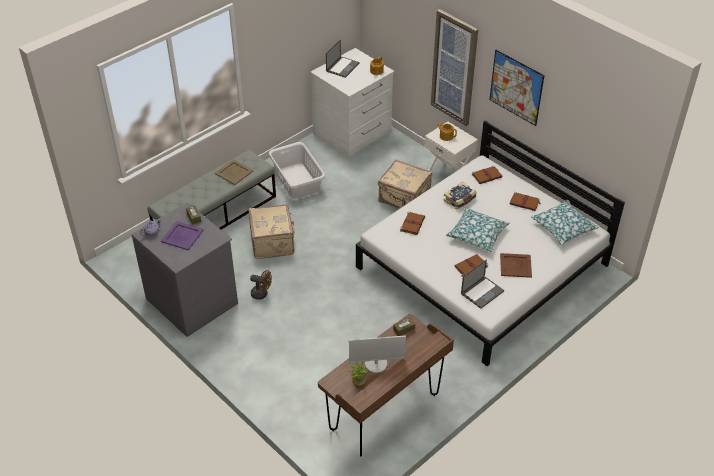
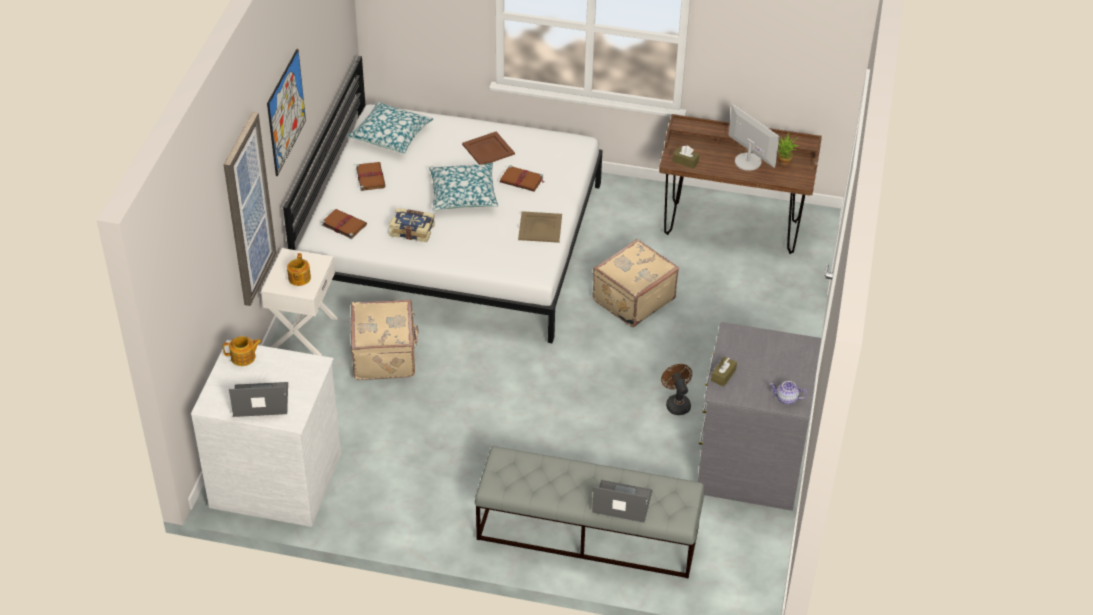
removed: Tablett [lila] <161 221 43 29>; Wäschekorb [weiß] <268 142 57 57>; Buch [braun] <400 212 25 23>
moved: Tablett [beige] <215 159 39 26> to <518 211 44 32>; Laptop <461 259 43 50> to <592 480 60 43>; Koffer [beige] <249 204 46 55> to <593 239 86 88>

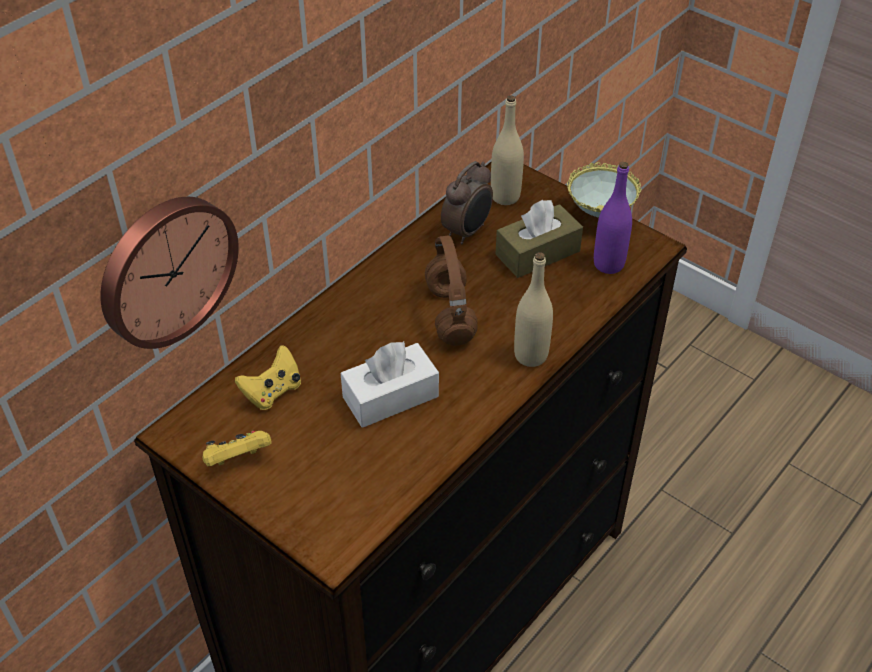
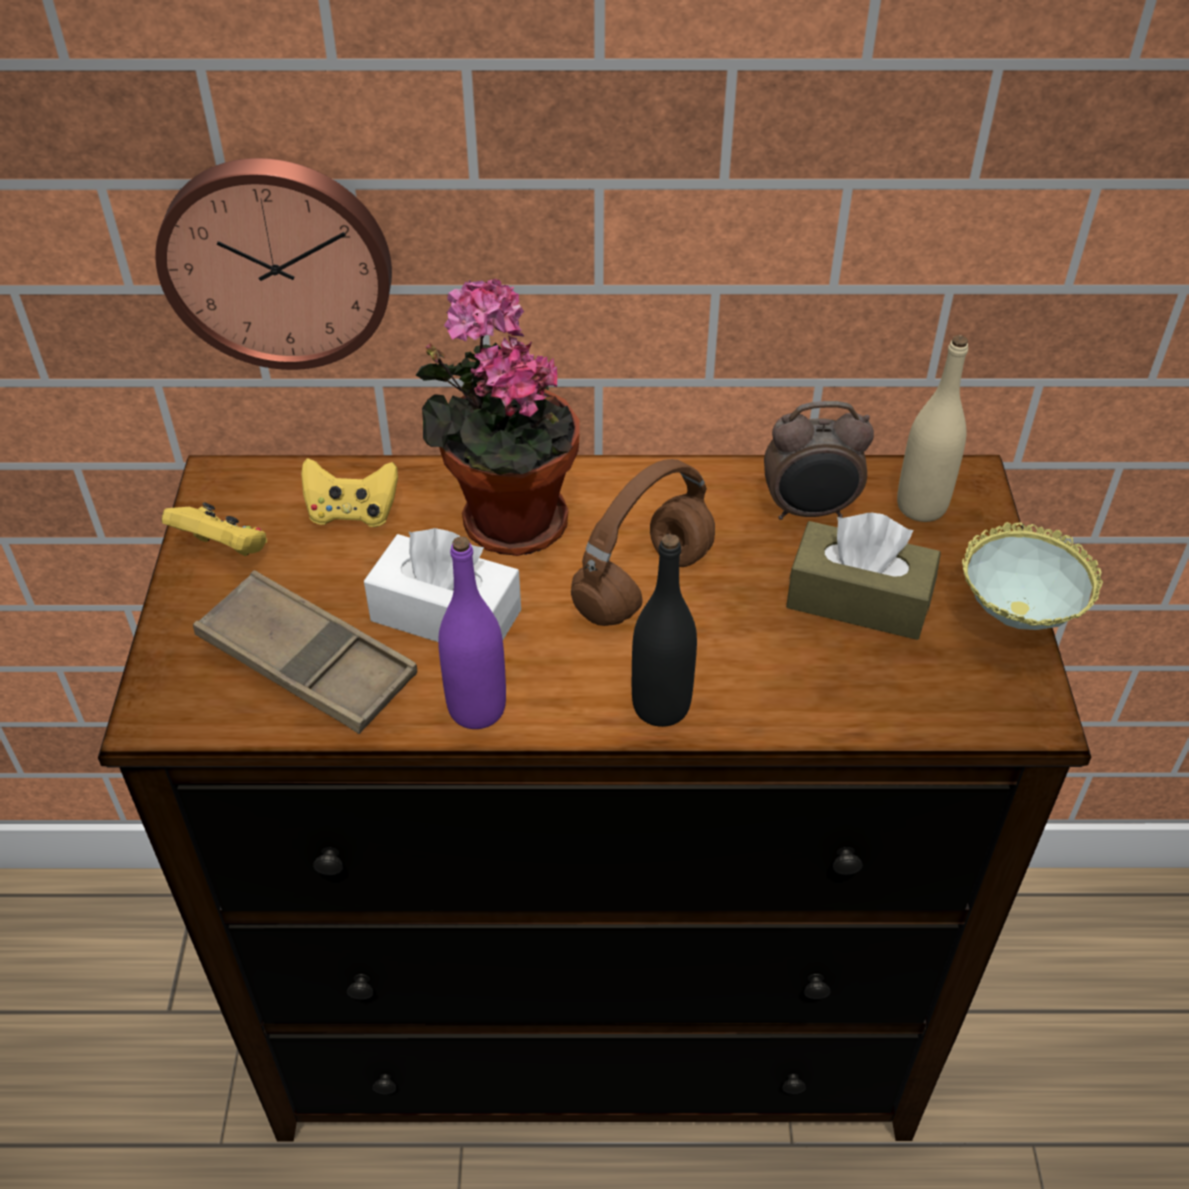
added: Tablett [braun] <193 570 224 164>; Topfpflanze <416 279 164 277>
moved: Flasche [lila] <594 162 38 112> to <438 537 68 192>
recoloured: Flasche [beige] <514 252 39 115> to Flasche [schwarz] <632 534 65 193>

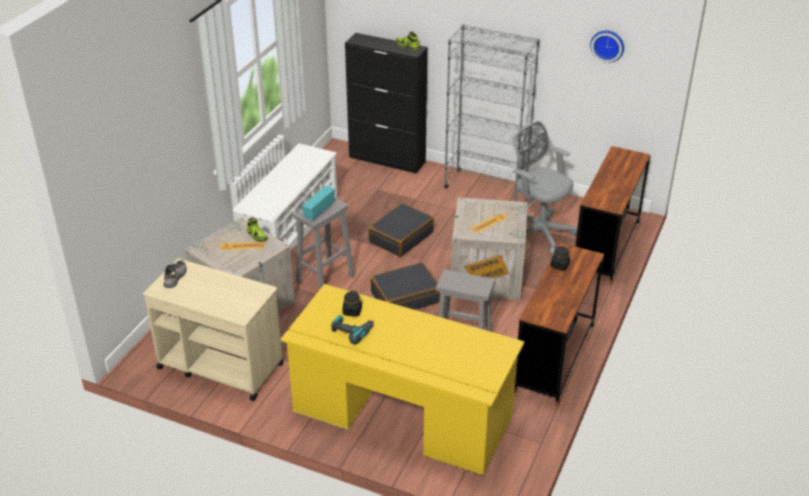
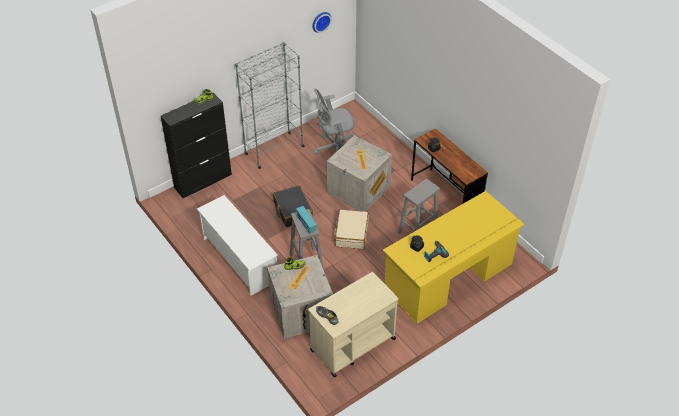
removed: Schreibtisch [braun] <575 146 76 138>
recoloured: Koffer [schwarz] <371 262 69 48> to Koffer [beige] <334 209 35 40>

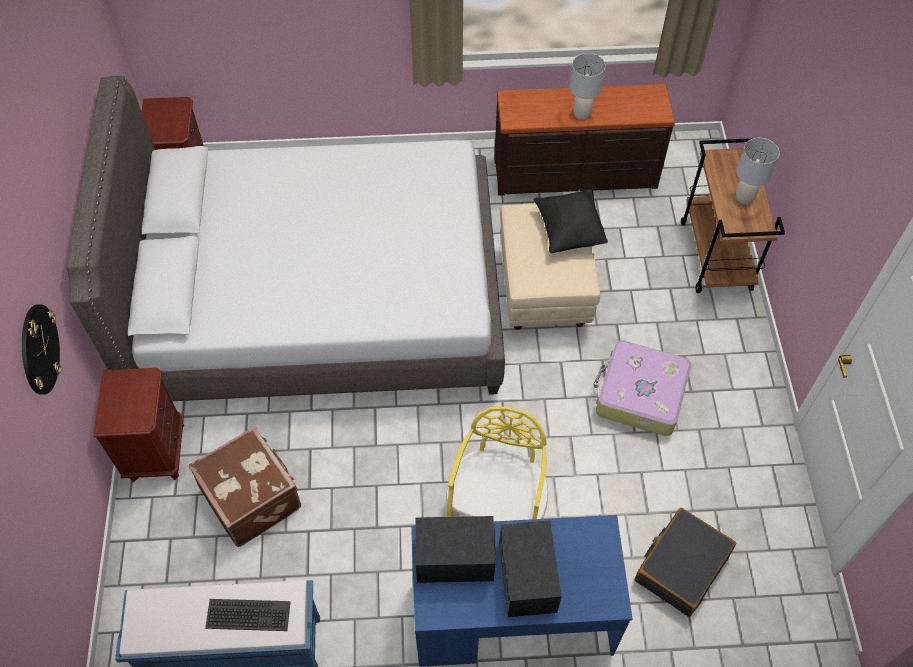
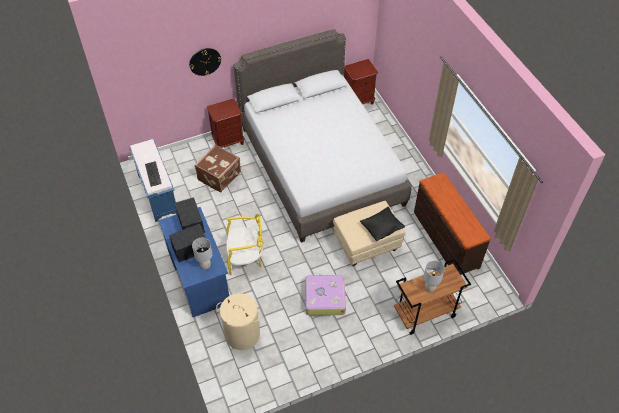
moved: Tischlampe [grau] <569 53 37 67> to <192 238 20 32>
replaced: Koffer [schwarz] <635 508 101 109> to Wäschekorb [beige] <216 293 45 57>

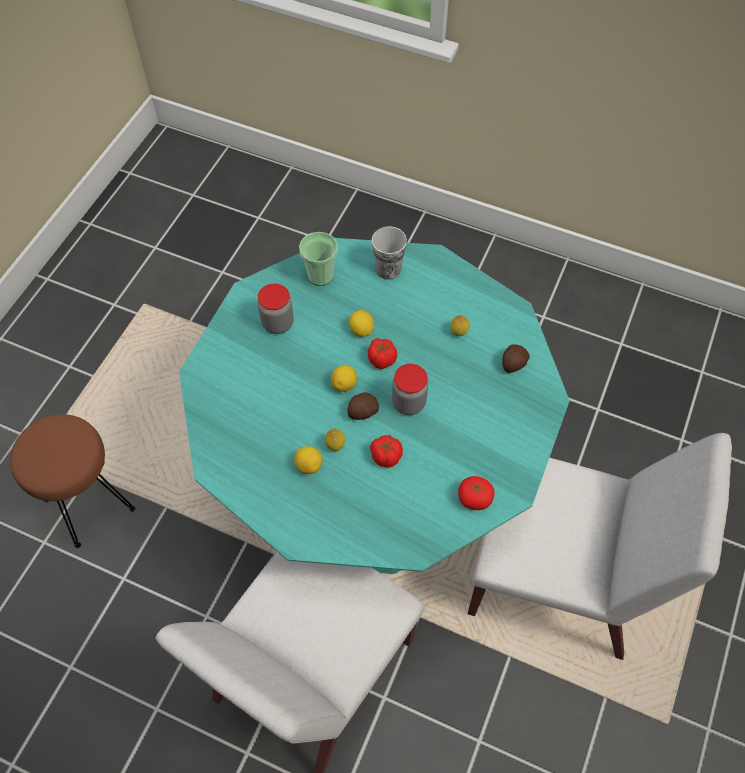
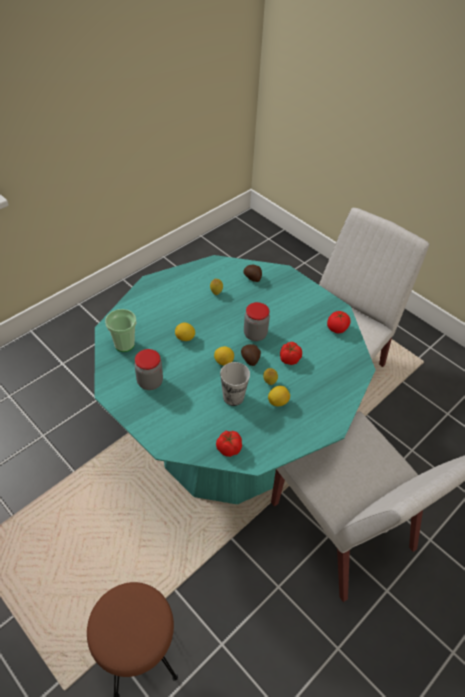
moved: Tomate <368 338 29 31> to <216 431 26 26>; Tasse <372 226 35 54> to <220 362 30 44>

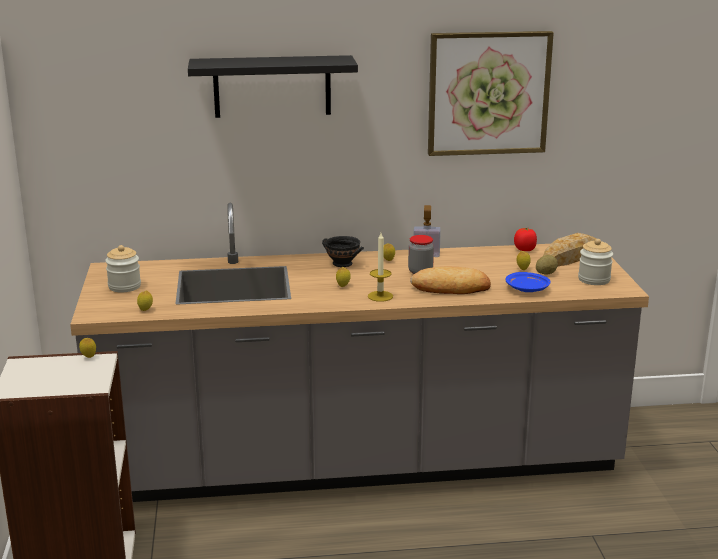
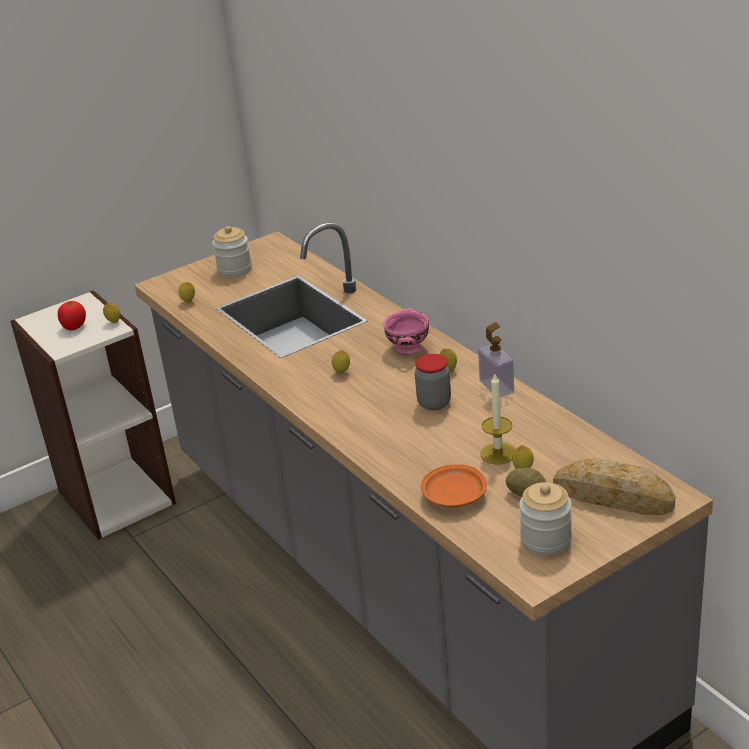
removed: Wandregal [schwarz] <188 55 170 63>; Brot <410 267 81 27>; Bild <428 31 126 125>
moved: Tomate <514 227 23 24> to <58 301 28 30>; Kerze <368 233 25 69> to <480 375 35 90>
recoloured: Schüssel [schwarz] <322 236 42 31> to Schüssel [rosa] <383 308 46 47>; Teller [blau] <506 272 45 20> to Teller [orange] <421 464 66 43>

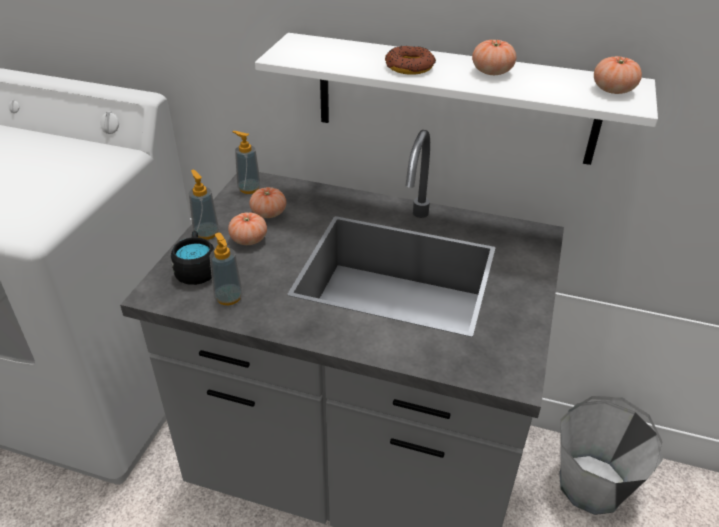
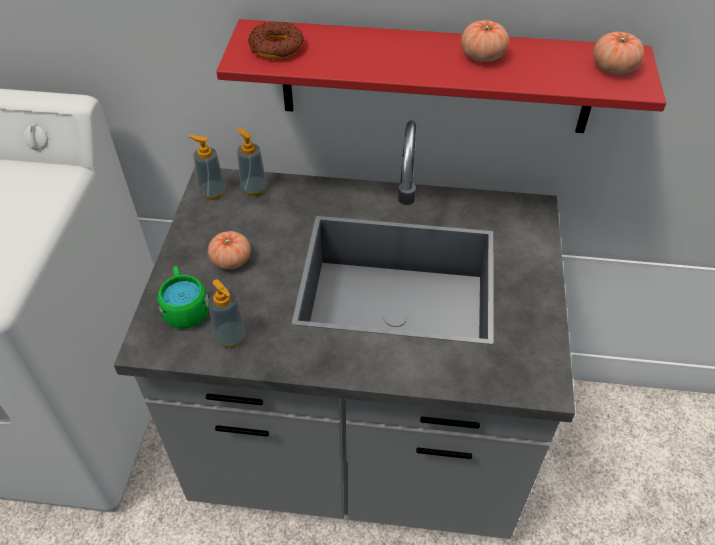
removed: Tomate <249 187 37 31>; Eimer [grau] <559 396 104 119>
moved: Seifenspender <189 170 30 70> to <237 127 30 69>; Donut <385 46 51 29> to <248 22 56 37>
recoloured: Henkelbecher [schwarz] <171 231 43 54> to Henkelbecher [grün] <158 266 51 63>; Wandregal [weiß] <255 33 403 132> to Wandregal [rot] <216 19 450 114>

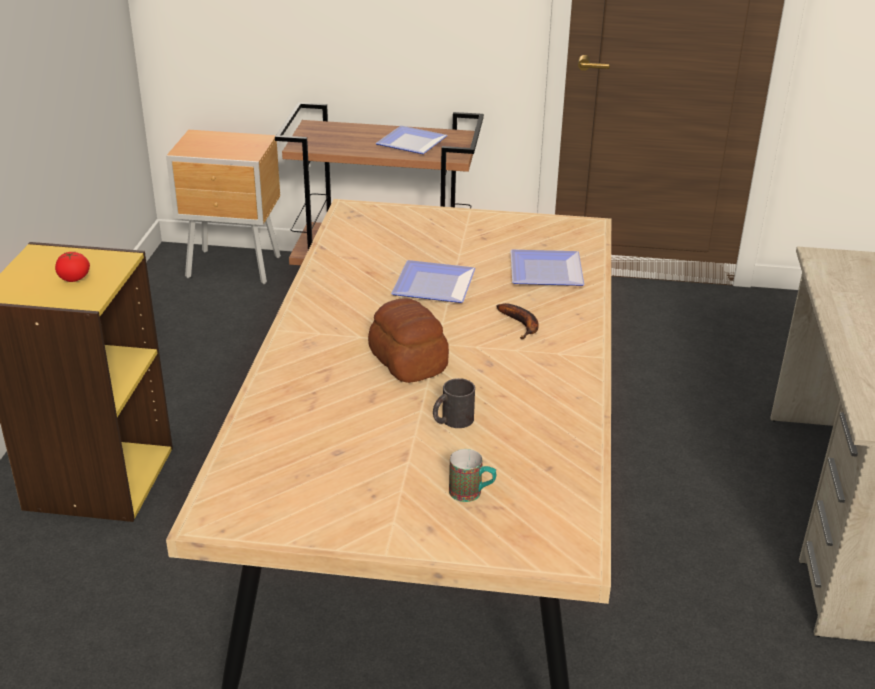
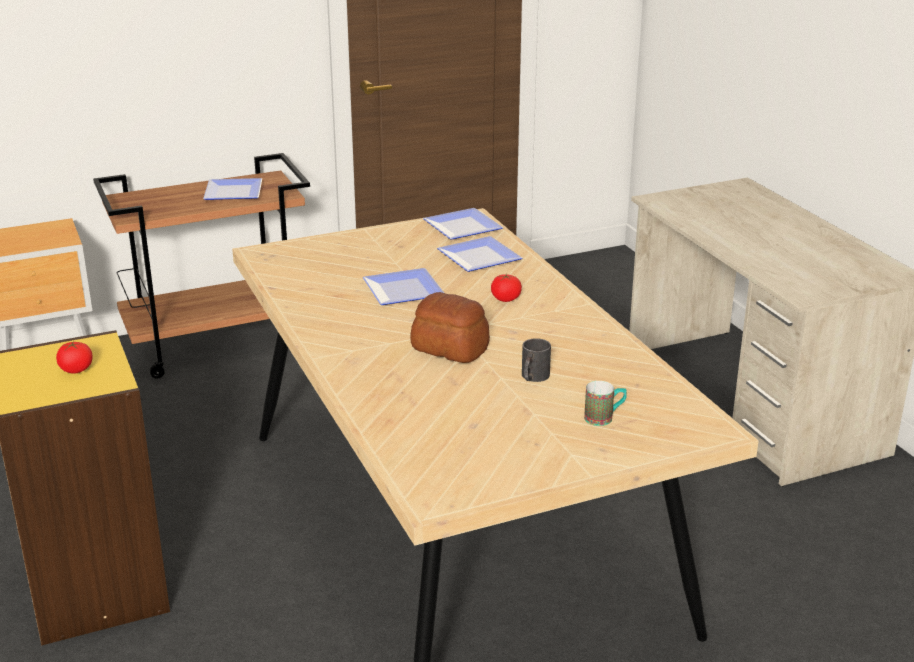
added: Teller <423 208 80 32>
replaced: Banane <497 303 42 36> to Tomate <491 274 31 28>

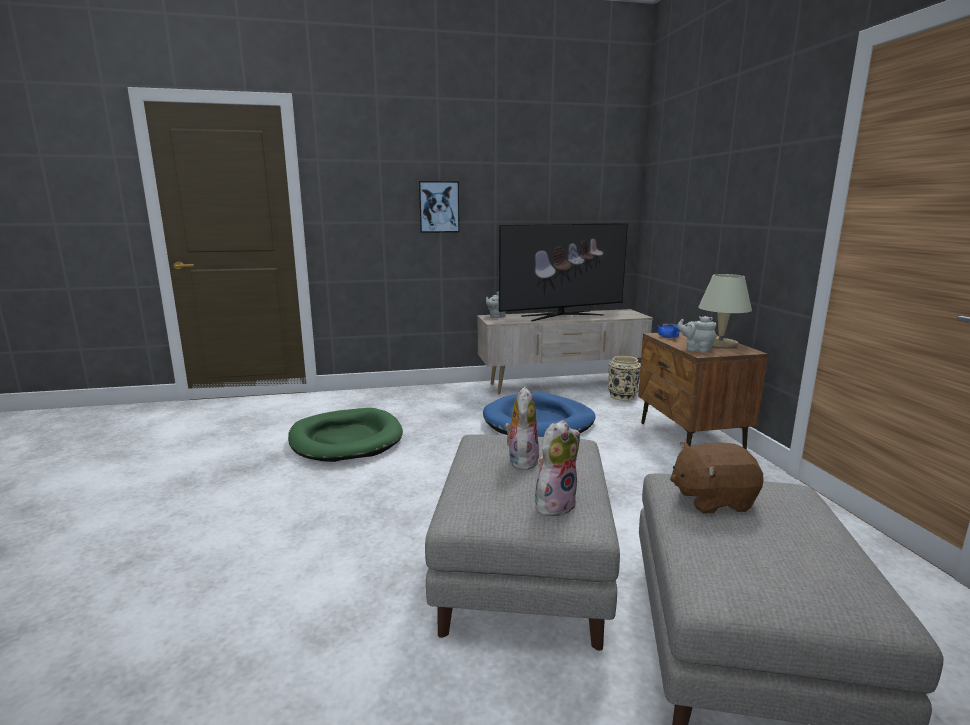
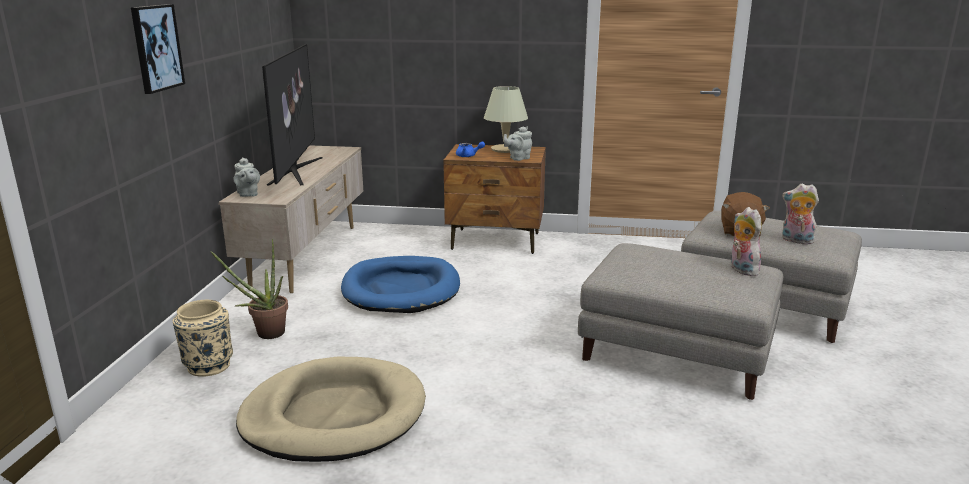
added: Topfpflanze <211 239 77 100>
moved: Vase [beige] <608 356 33 45> to <173 300 60 77>; Plüschtier <504 386 35 84> to <782 183 37 62>
recoloured: Hundebett [grün] <288 408 115 54> to Hundebett [beige] <236 357 190 105>

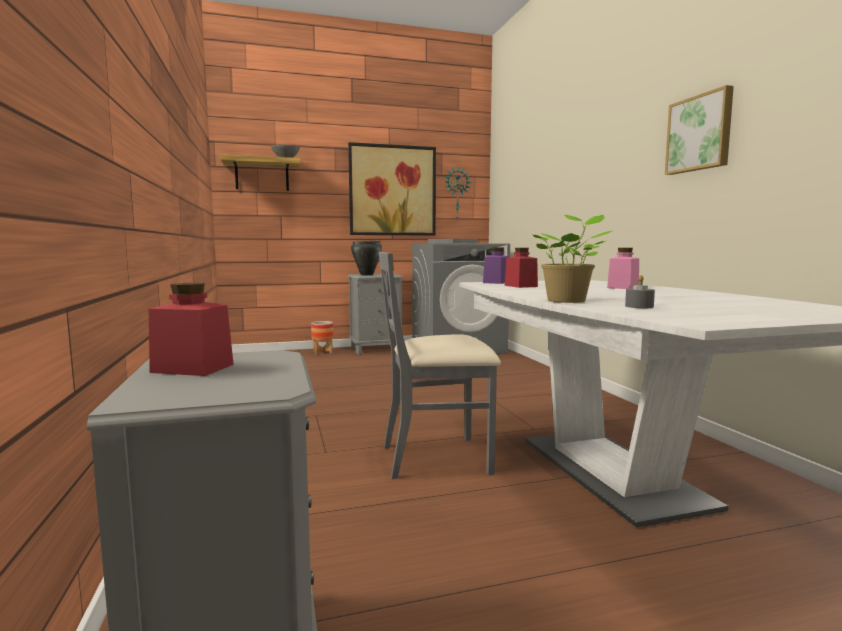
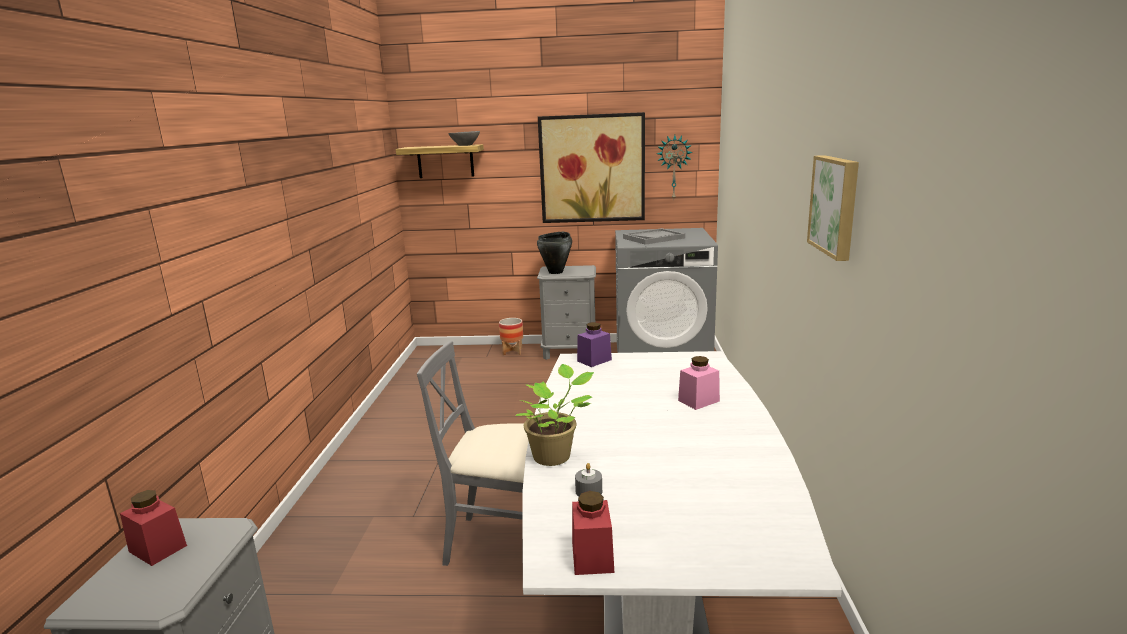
moved: Vorratsglas [rot] <505 248 33 40> to <572 491 43 84>

